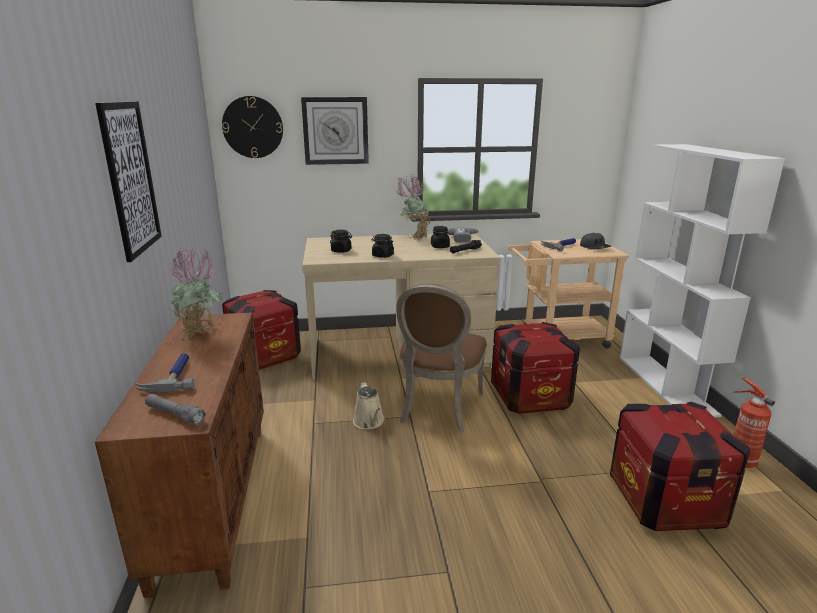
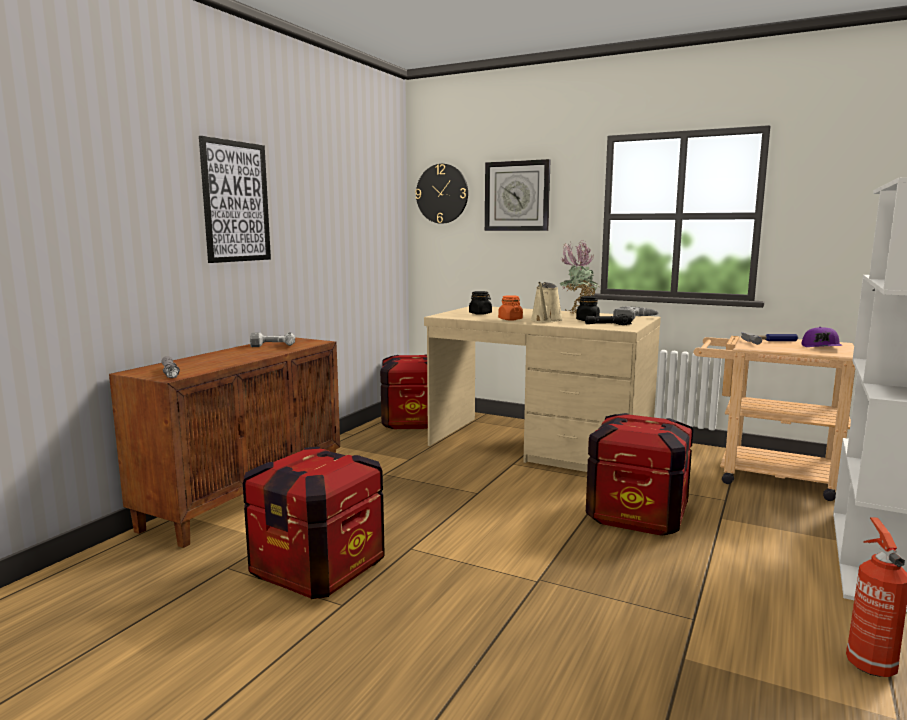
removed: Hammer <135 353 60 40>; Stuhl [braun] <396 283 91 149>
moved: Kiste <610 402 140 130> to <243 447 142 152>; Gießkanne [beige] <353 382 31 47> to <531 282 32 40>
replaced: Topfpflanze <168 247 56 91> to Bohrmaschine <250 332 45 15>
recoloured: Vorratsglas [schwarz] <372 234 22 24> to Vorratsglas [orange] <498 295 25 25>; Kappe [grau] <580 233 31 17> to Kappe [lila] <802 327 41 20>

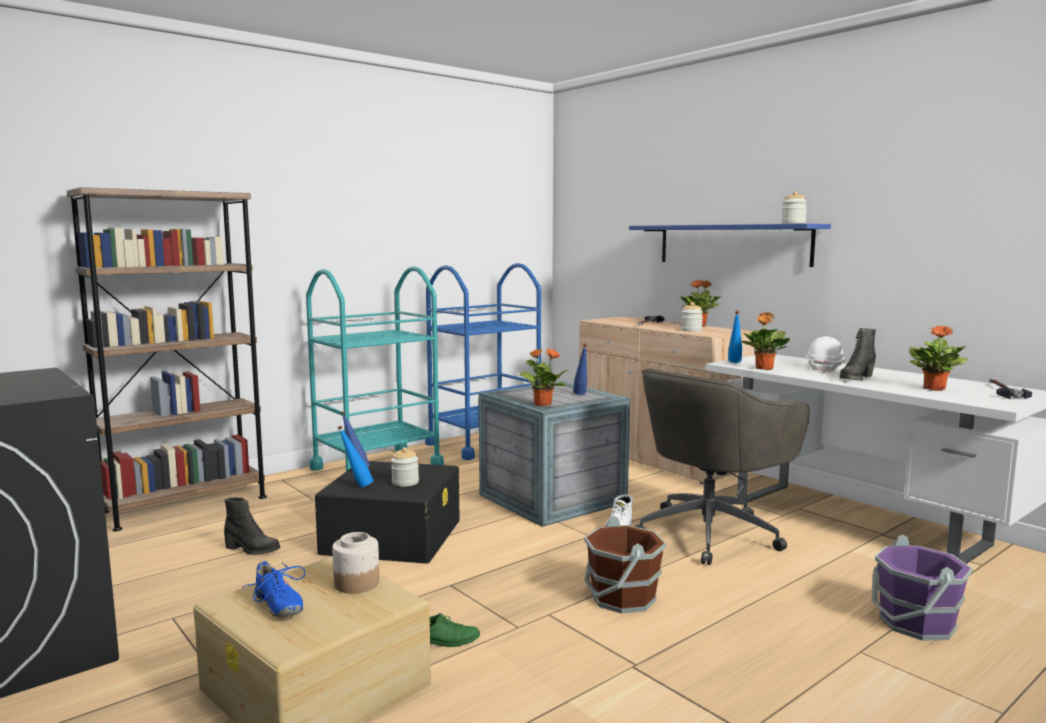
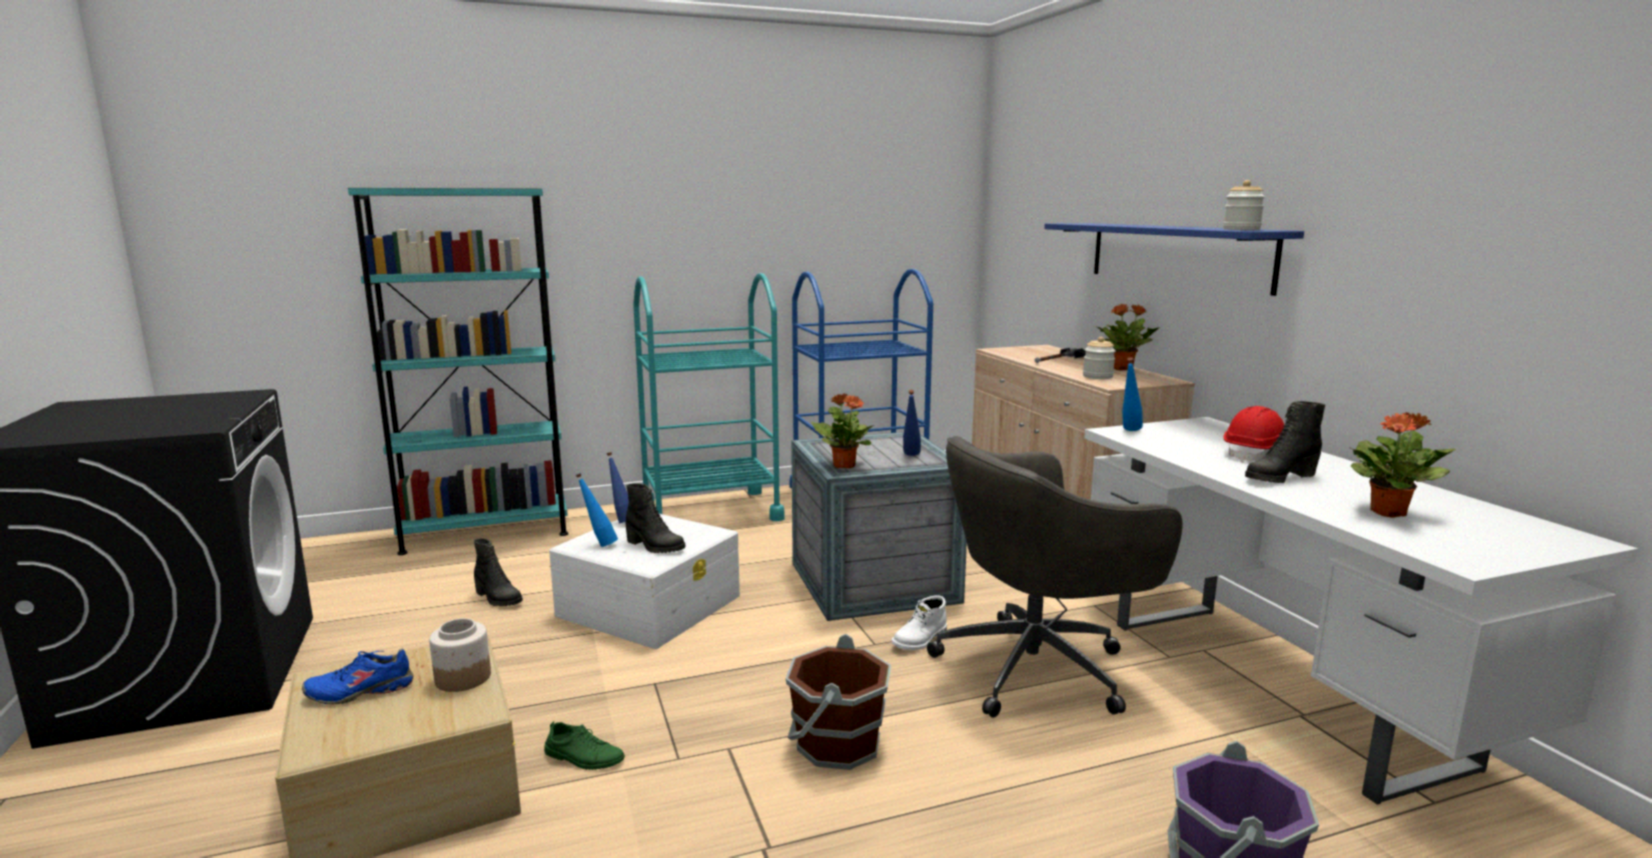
removed: Topfpflanze <742 312 48 58>; Hammer <989 377 43 22>
replaced: Vorratsglas <391 447 28 40> to Stiefel [schwarz] <625 483 61 70>
recoloured: Bücherregal [braun] <67 187 200 344> to Bücherregal [türkis] <348 188 220 367>; Aufbewahrungsbox [schwarz] <315 461 145 103> to Aufbewahrungsbox [weiß] <549 514 191 135>; Schutzhelm [weiß] <805 336 41 37> to Schutzhelm [rot] <1224 406 60 56>
turned: Schuh [blau] <242 561 64 57> = <302 648 112 56> 90 degrees clockwise

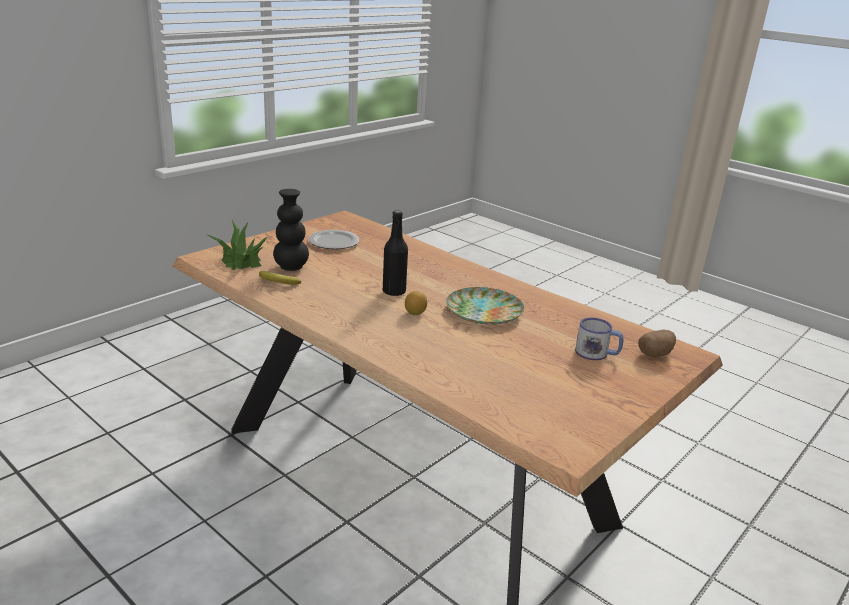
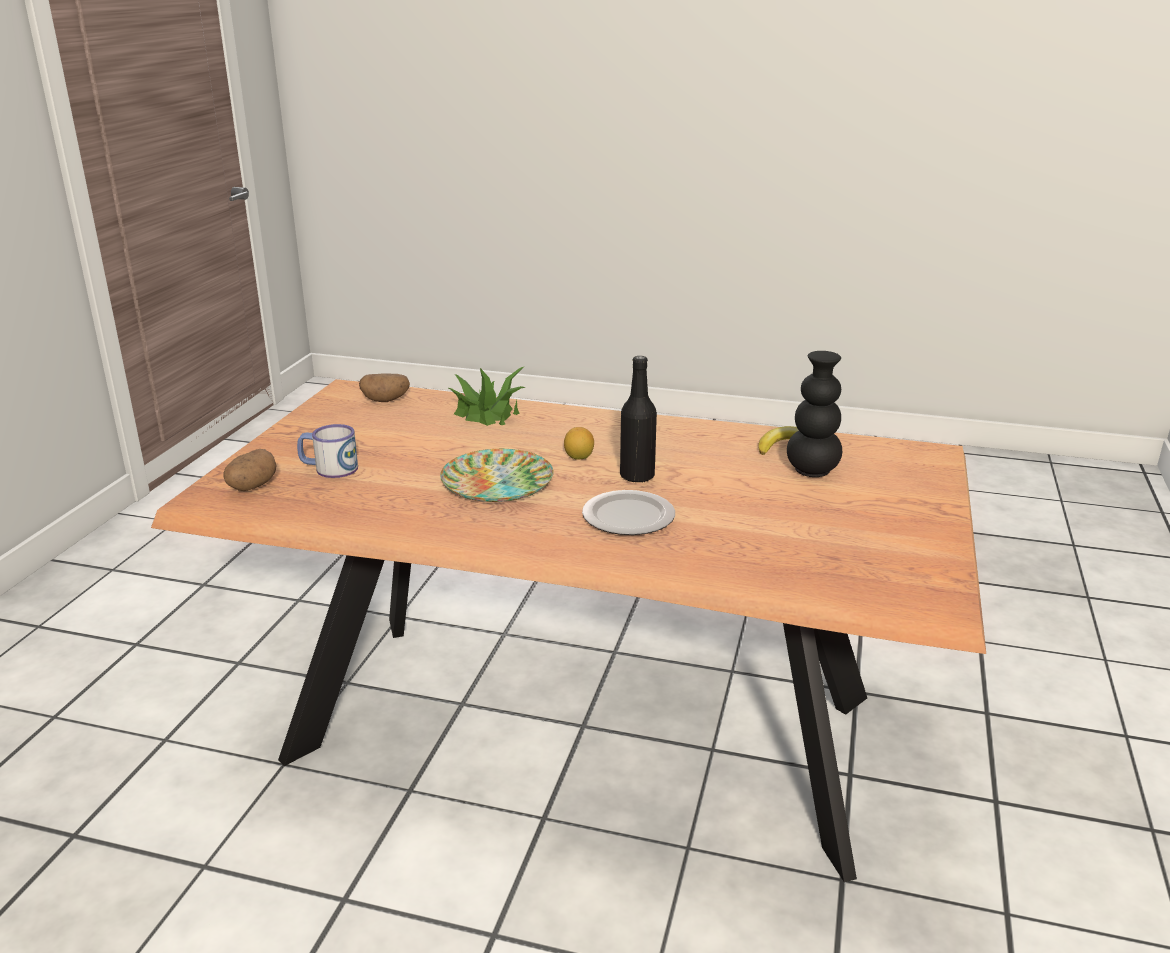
added: Kartoffel <359 373 51 29>
moved: Topfpflanze <207 220 60 50> to <449 366 76 60>; Teller <309 230 50 19> to <582 490 93 45>

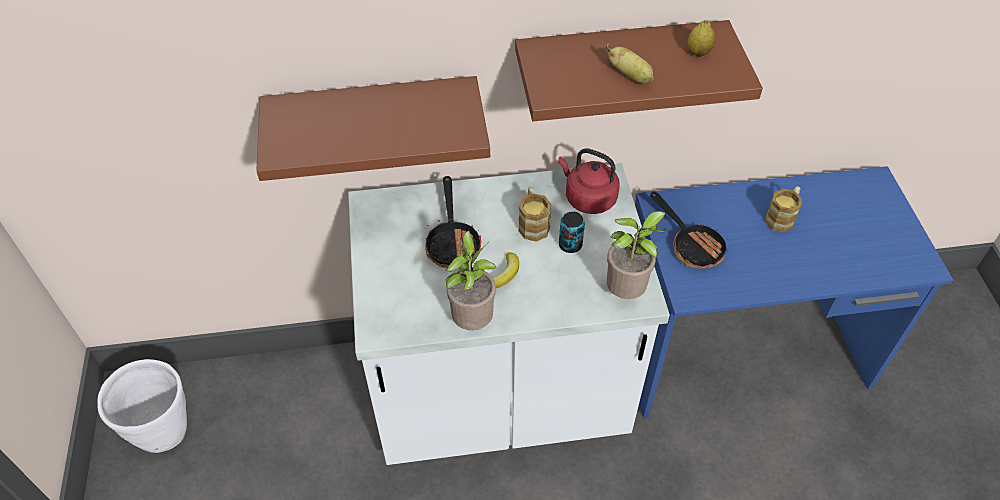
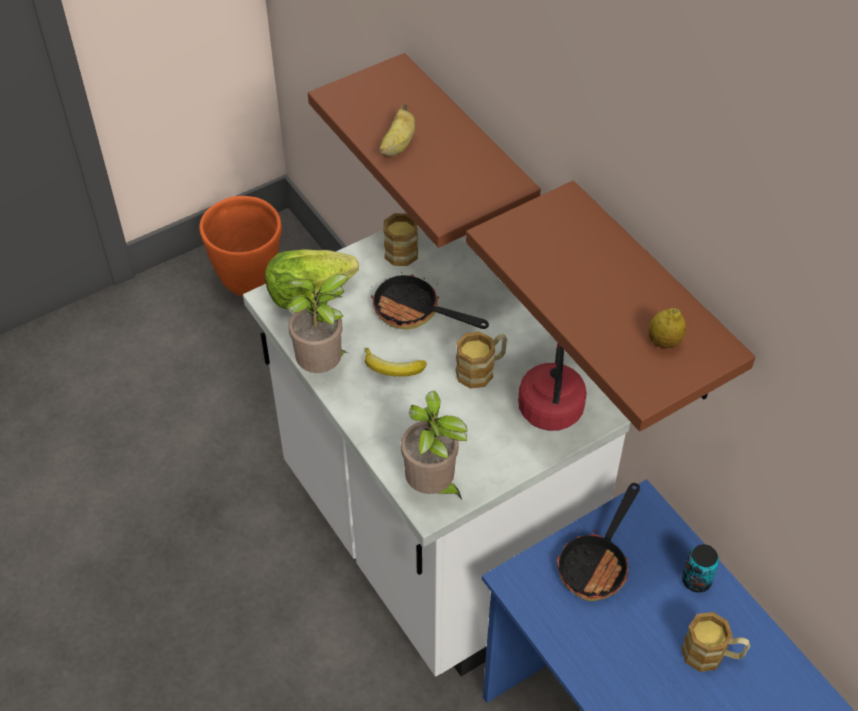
added: Salatkopf <265 249 94 60>; Henkelbecher <383 213 35 53>
moved: Banane <605 43 49 40> to <379 103 36 53>; Dose <559 211 26 42> to <682 544 37 49>
recoloured: Pflanzkübel [weiß] <97 359 90 94> to Pflanzkübel [orange] <200 196 82 101>
turned: Pfanne <425 176 56 92> = <371 272 118 58> 60 degrees clockwise

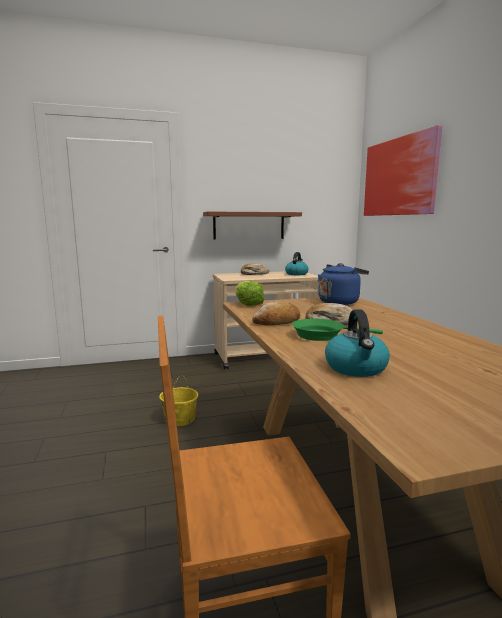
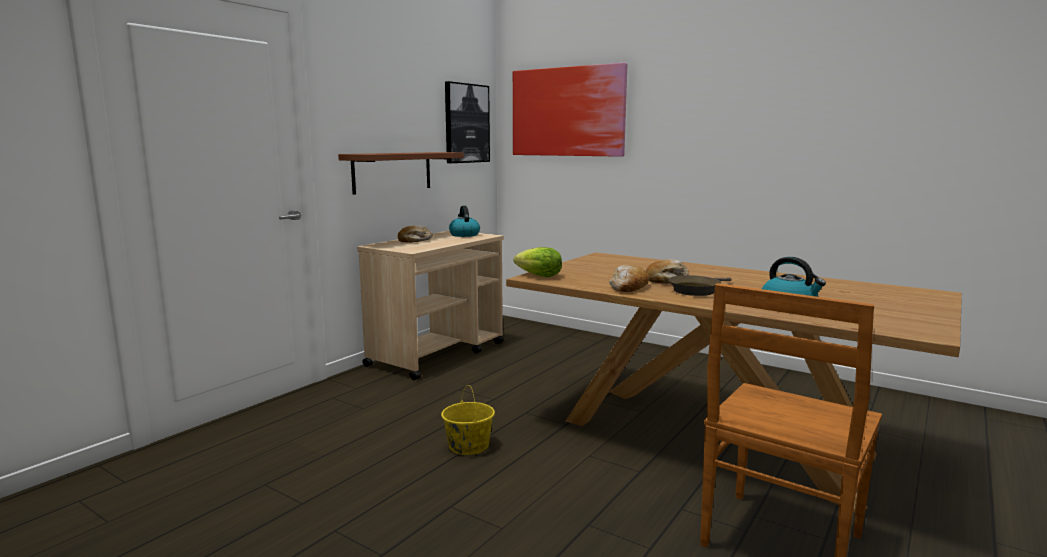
removed: Wasserkessel [blau] <318 263 51 42>
added: Bild <445 81 45 82>
recoloured: Pfanne [grün] <292 318 91 23> to Pfanne [braun] <668 275 64 21>

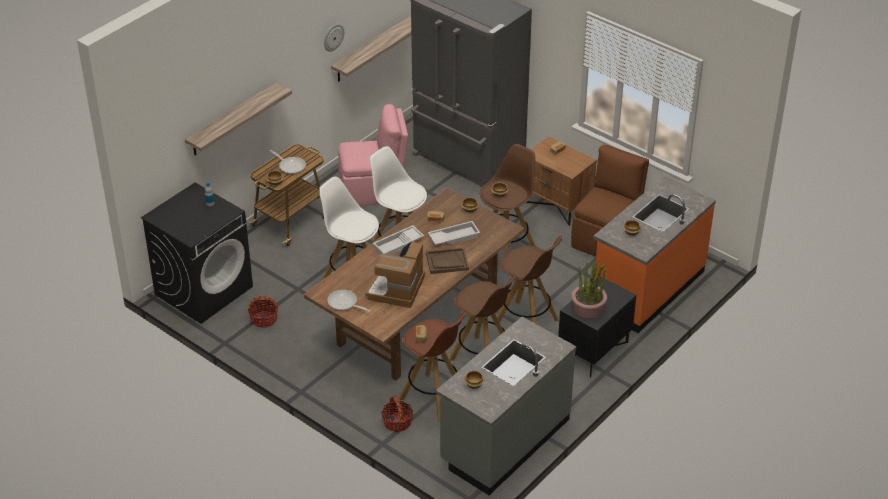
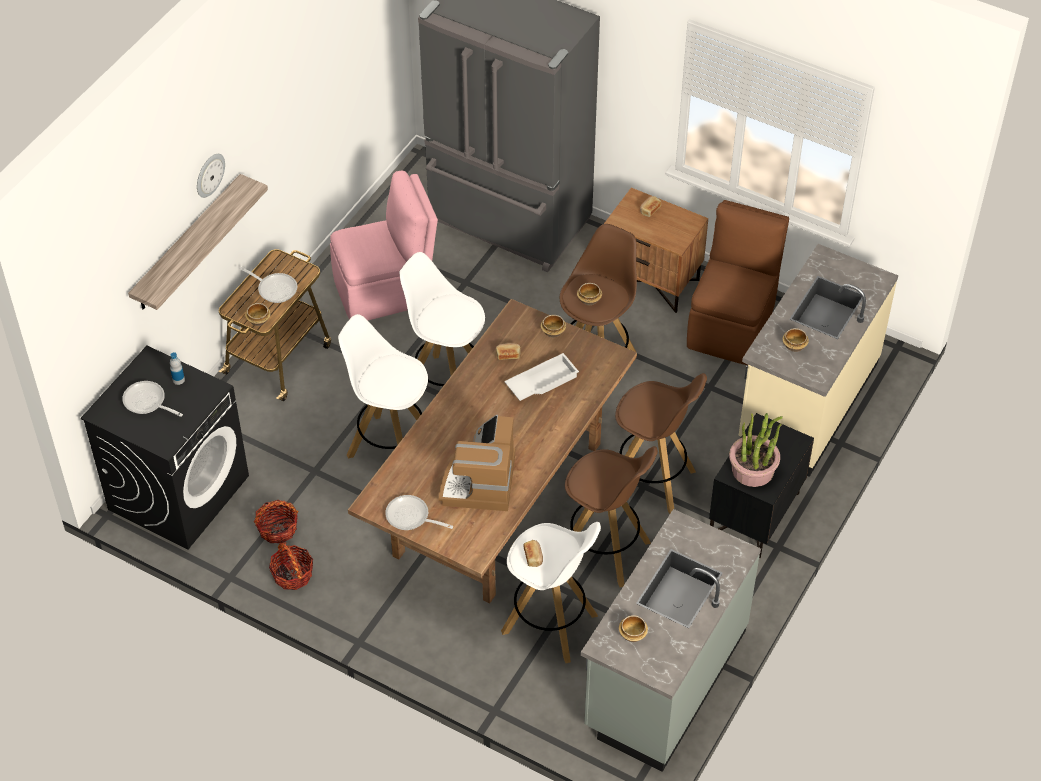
removed: Wandregal <331 16 80 66>; Tablett [weiß] <373 225 51 30>; Tablett [braun] <426 248 43 26>
added: Pfanne <122 381 61 36>
moved: Wanduhr <324 24 20 28> to <197 154 28 44>; Korb <381 395 33 37> to <269 542 44 48>
recoloured: Hocker [braun] <399 312 67 110> to Hocker [weiß] <501 522 100 141>; Küchenzeile [orange] <593 176 123 157> to Küchenzeile [beige] <739 244 159 233>

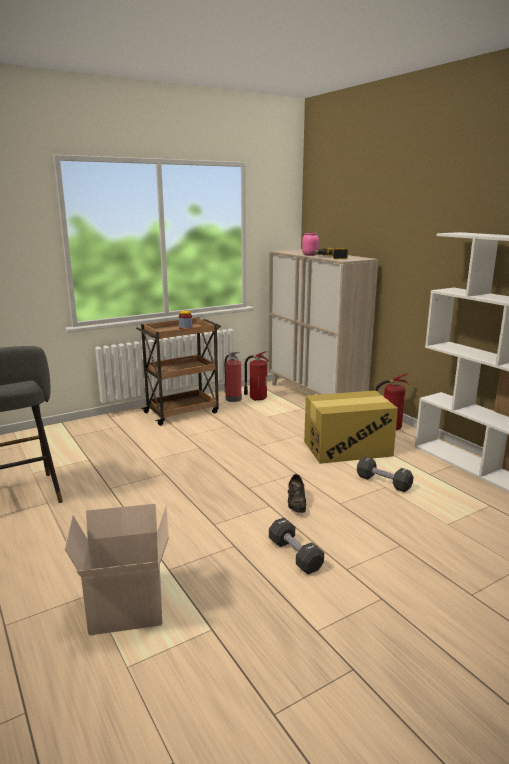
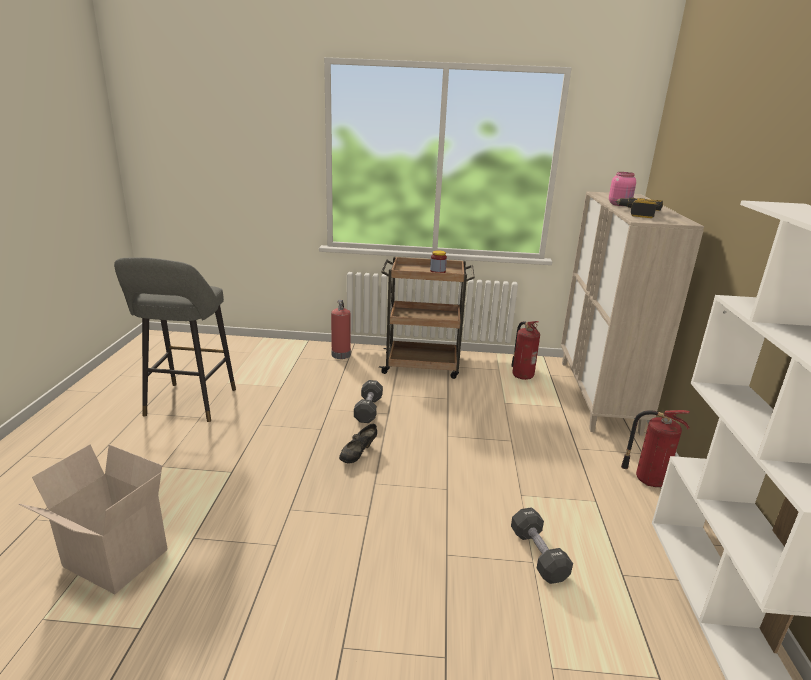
removed: Karton <304 390 94 74>
moved: Feuerlöscher <224 352 18 50> to <331 300 20 59>; Schuh [schwarz] <288 474 18 39> to <339 424 38 40>; Hantel [schwarz] <269 518 55 56> to <354 380 29 43>

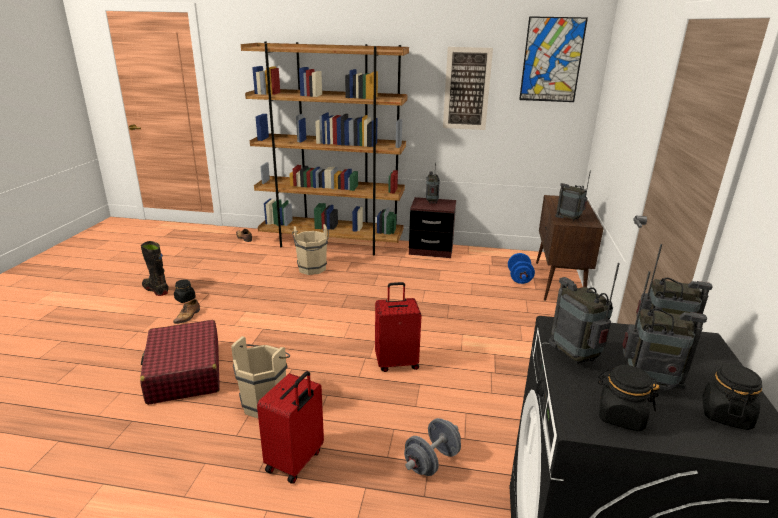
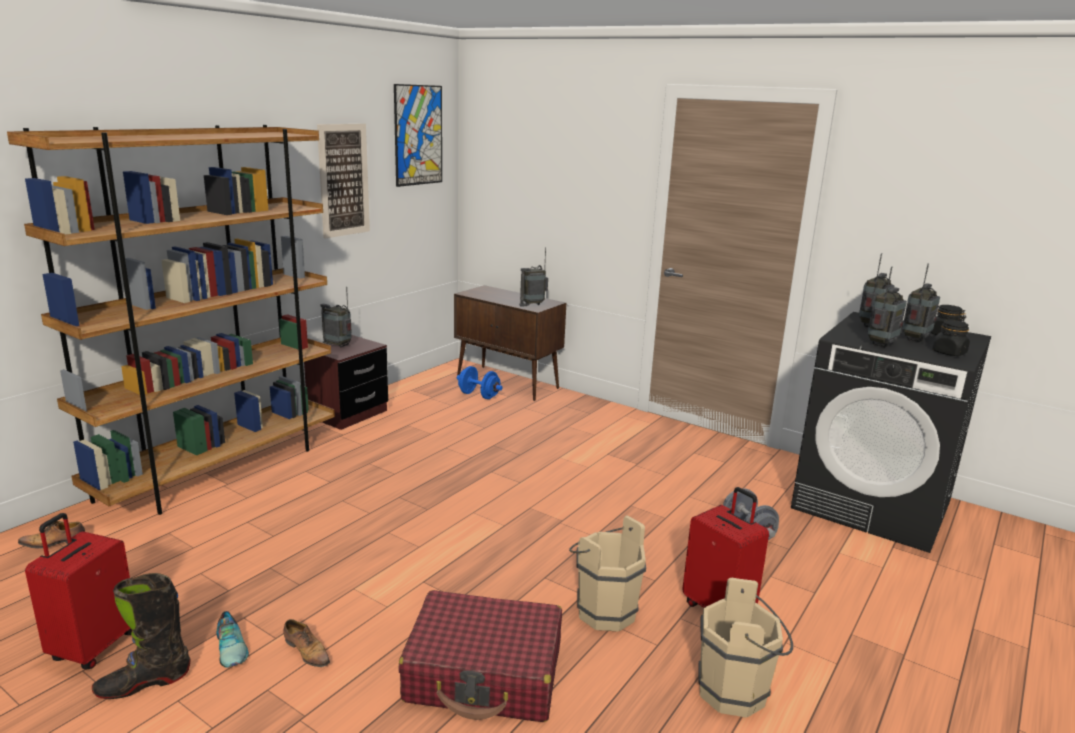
moved: Koffer [rot] <375 282 47 90> to <25 513 107 156>; Eimer [beige] <292 224 37 51> to <698 578 95 140>
replaced: Vorratsglas [schwarz] <174 279 22 24> to Schuh <216 611 33 57>
turned: Radio <548 263 72 101> = <867 266 40 81> 135 degrees clockwise

